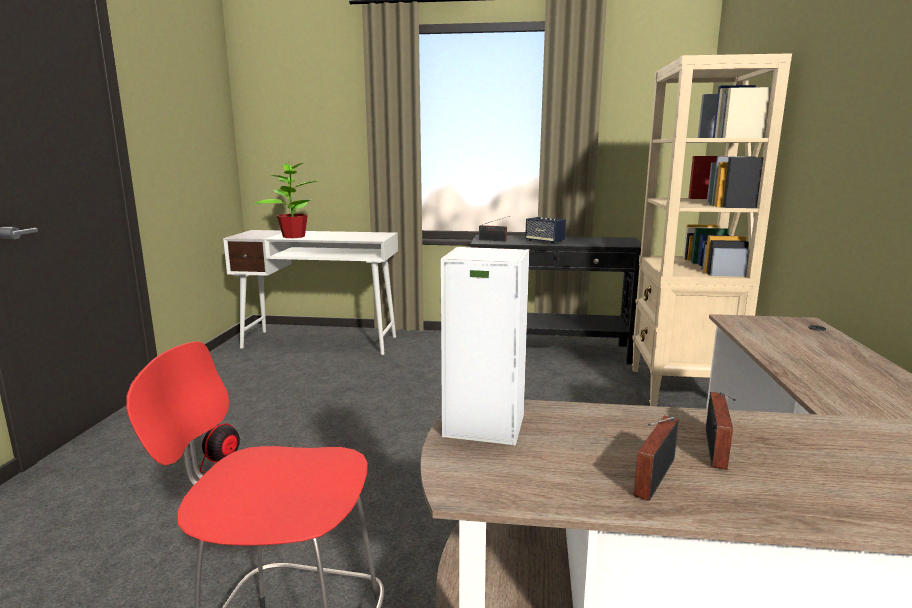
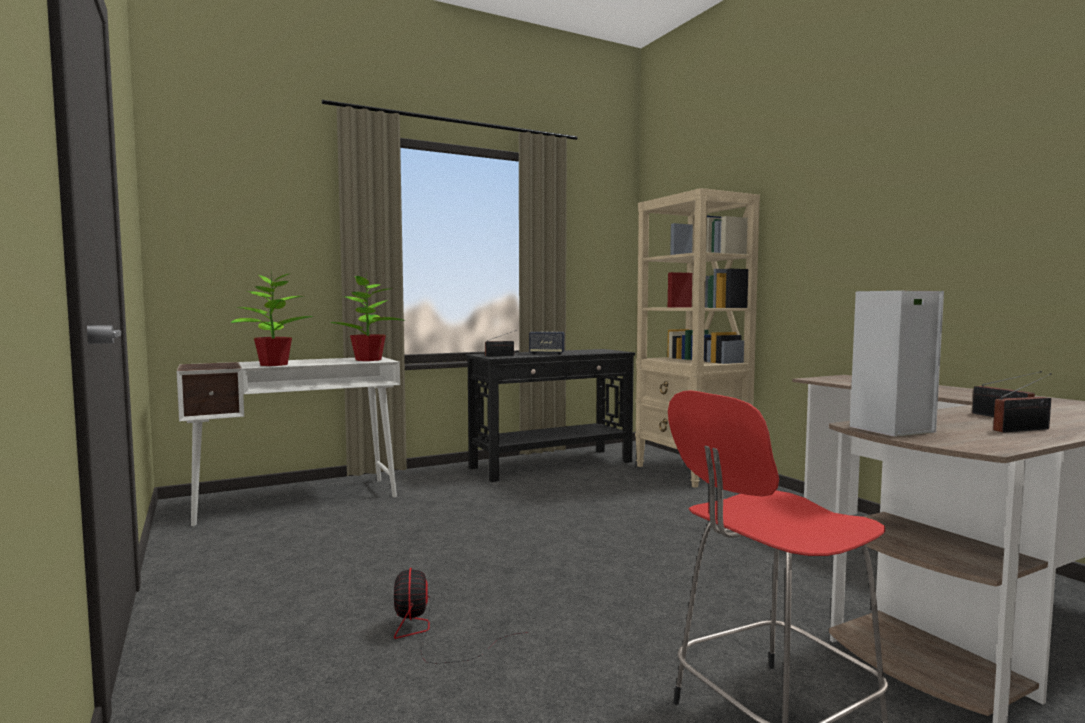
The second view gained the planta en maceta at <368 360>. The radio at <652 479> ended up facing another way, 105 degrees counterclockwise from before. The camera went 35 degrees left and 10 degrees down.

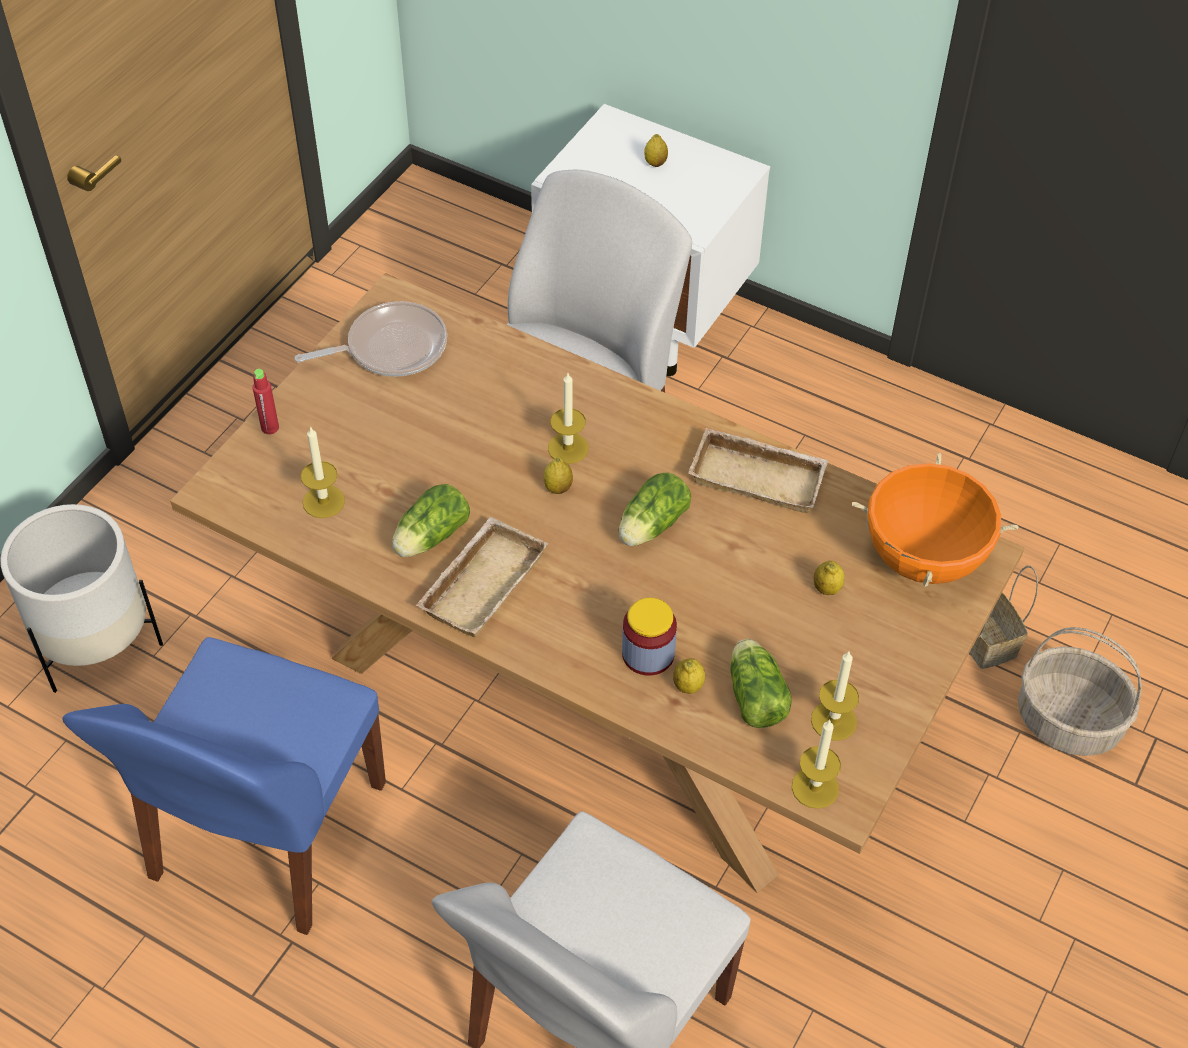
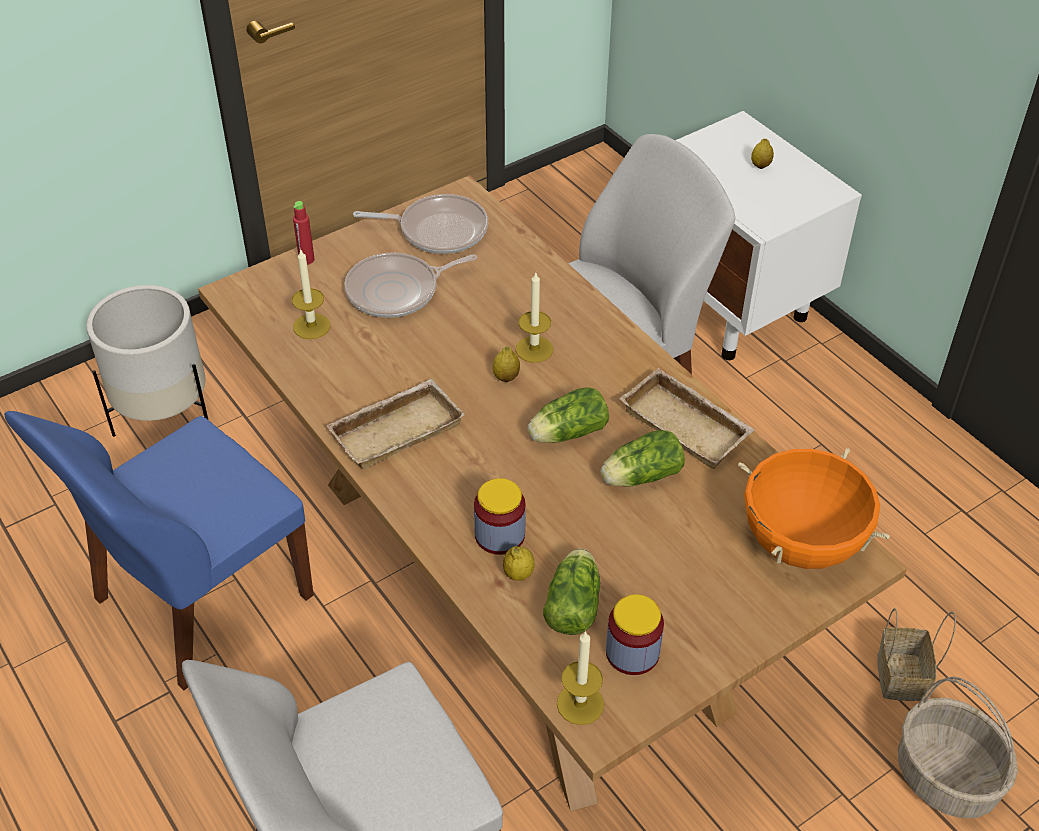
The second view gained the sartén at <397 291>. The lechuga ended up elsewhere, having gone from <429 538> to <639 476>. Where the vela stood at <833 720>, the tarro came to stand at <632 652>. The second view lost the limón at <827 588>. The camera went 25 degrees right and 5 degrees down.

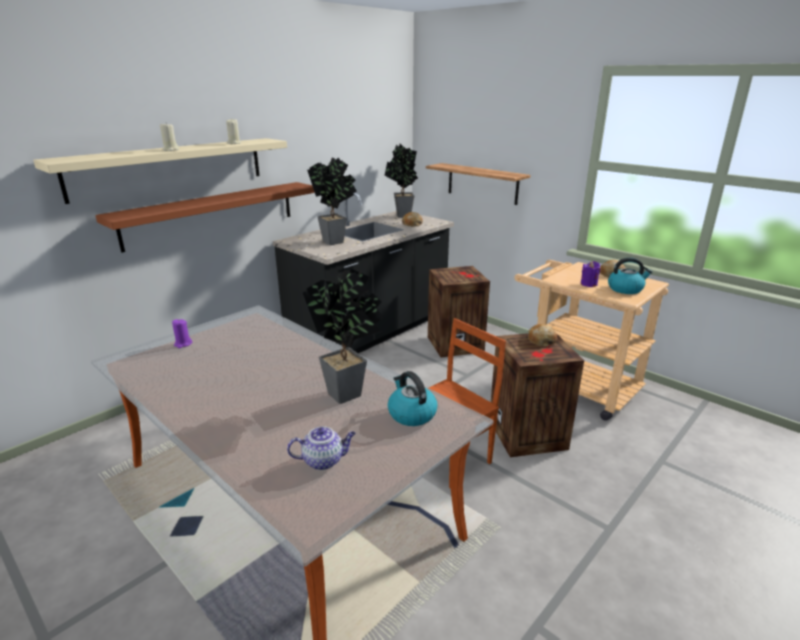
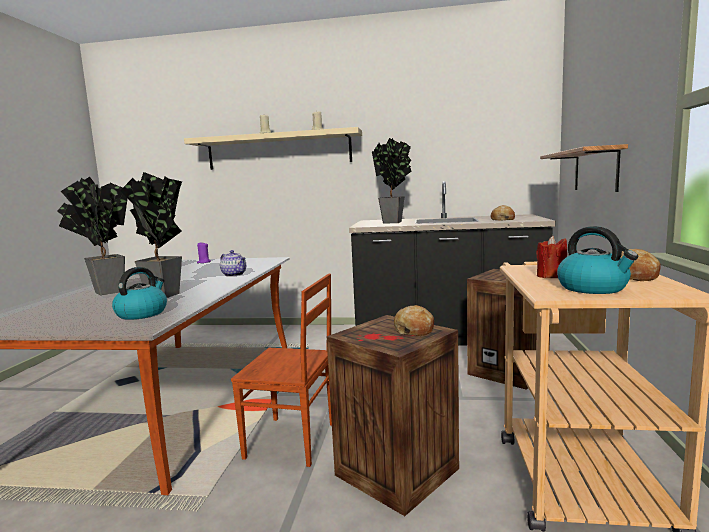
The planta en maceta ended up elsewhere, having gone from <402 216> to <104 292>. The tetera ended up elsewhere, having gone from <324 460> to <234 275>. What was the vela/morado at <588 284> turned into the vela/rojo at <551 276>. The second view lost the estante/marrón at <212 214>. The camera went 55 degrees right and 15 degrees down.

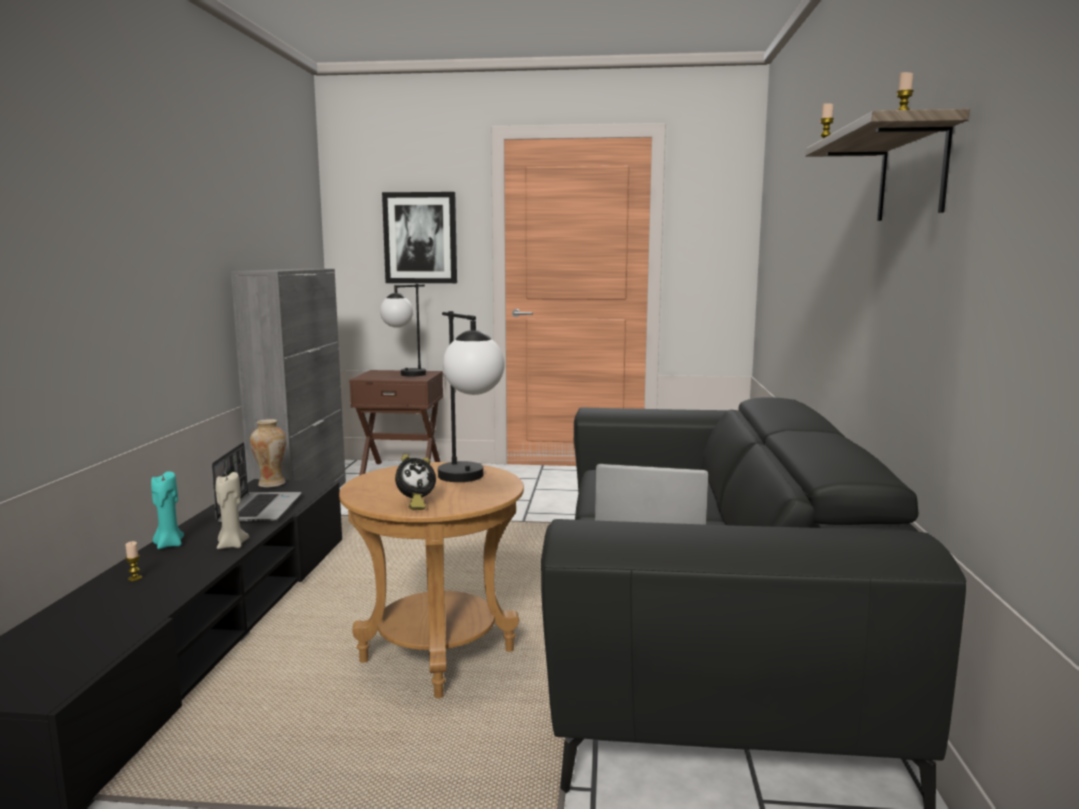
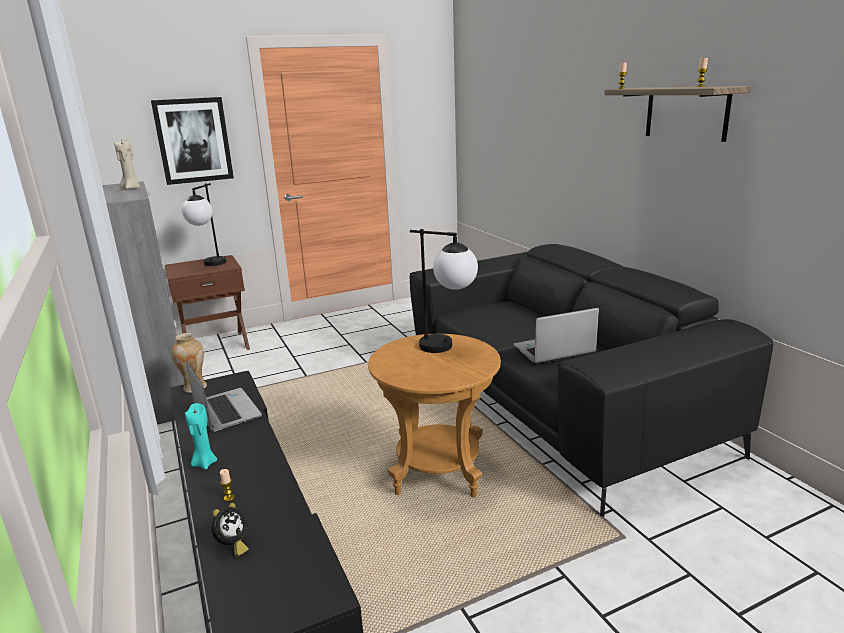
The vela/beis ended up elsewhere, having gone from <231 545> to <131 188>. The despertador ended up elsewhere, having gone from <415 504> to <233 546>. The camera went 30 degrees left and 10 degrees up.

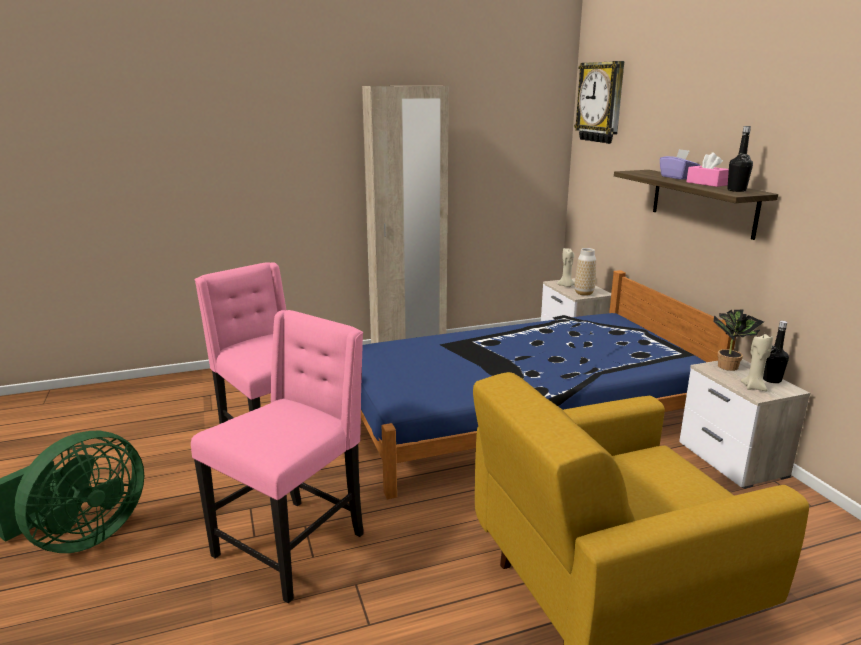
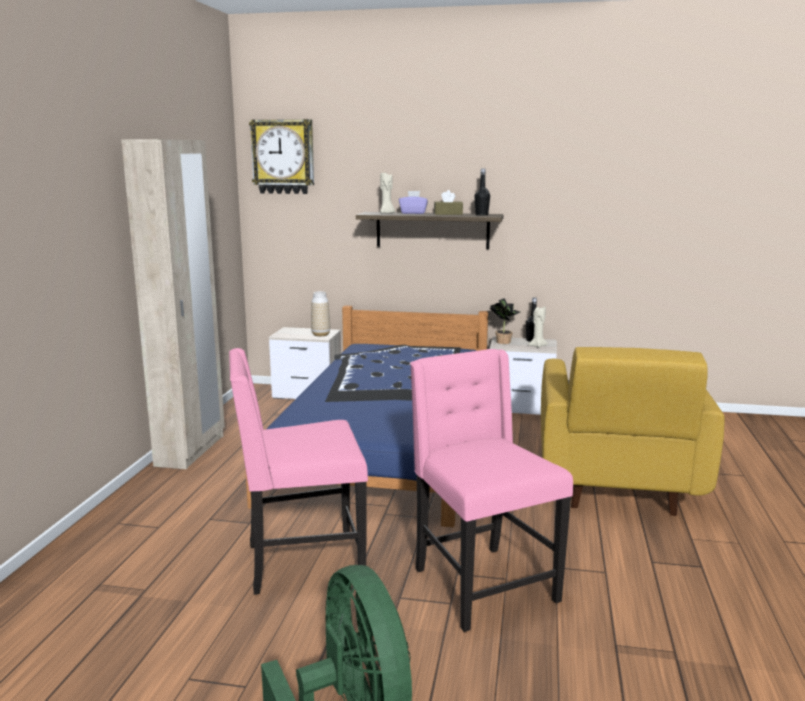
The vela/beis ended up elsewhere, having gone from <566 286> to <387 213>. What was the caja de pañuelos/rosa at <707 183> turned into the caja de pañuelos/marrón at <448 214>. The camera went 60 degrees left and 5 degrees down.

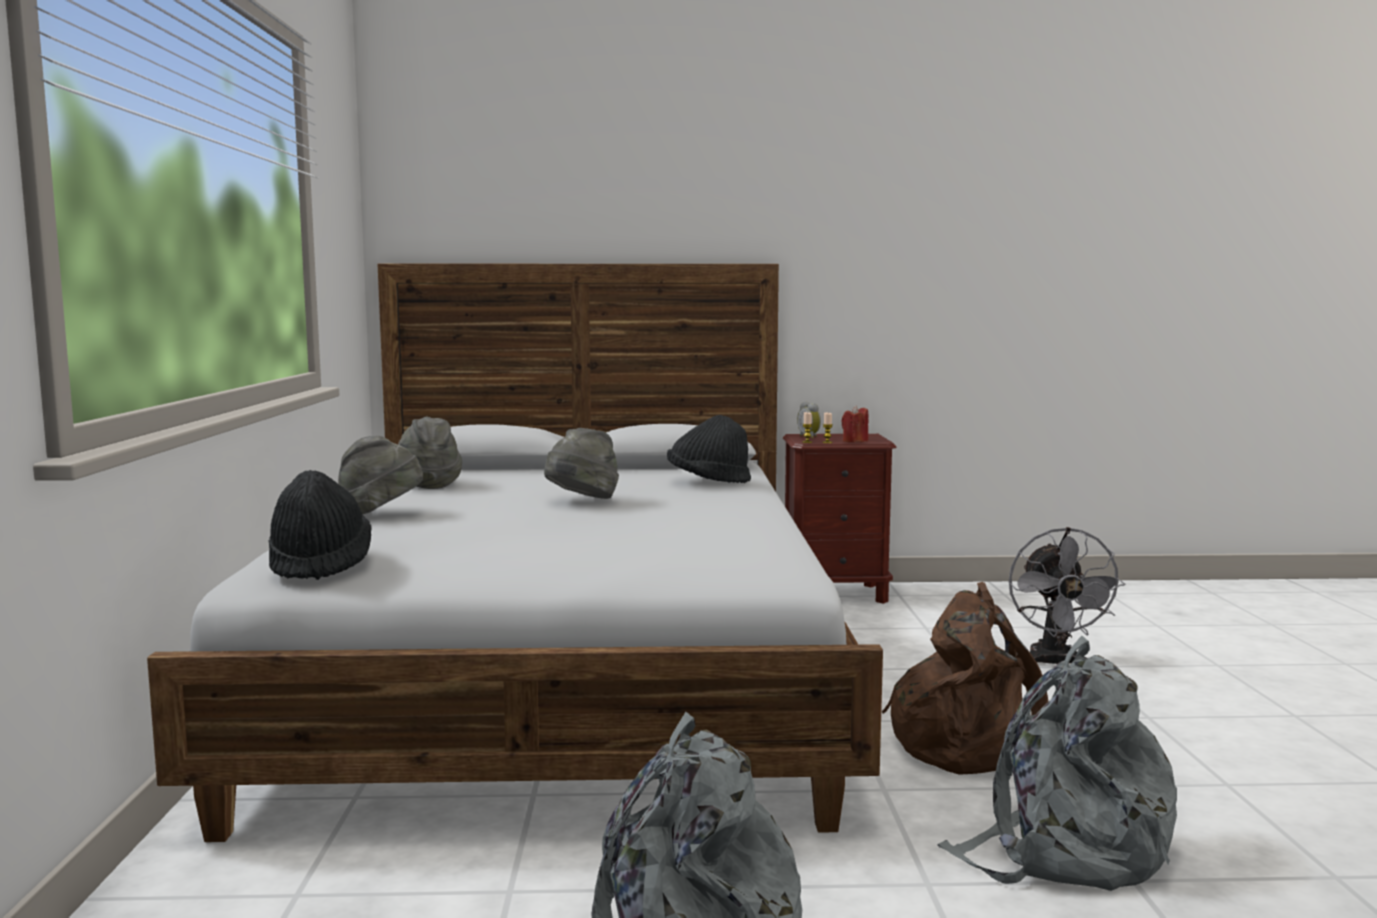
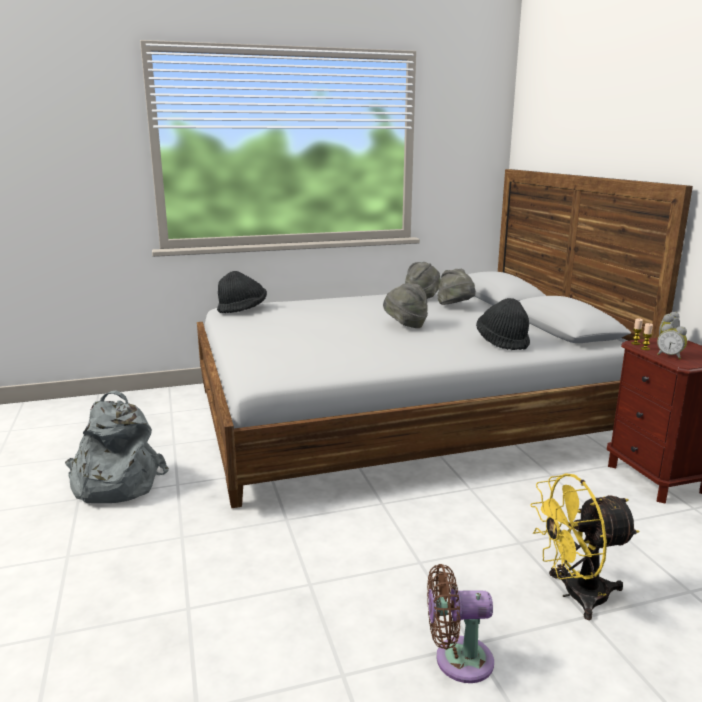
The second view gained the ventilador/marrón at <457 660>. The sombrero/gris ended up elsewhere, having gone from <381 514> to <456 307>. What was the ventilador/gris at <1055 664> turned into the ventilador/amarillo at <575 595>. Where the vela/rojo stood at <855 441>, the despertador came to stand at <670 356>. The second view lost the mochila/marrón at <969 745>. The second view lost the mochila/gris at <1064 848>. The camera went 75 degrees right and 10 degrees up.

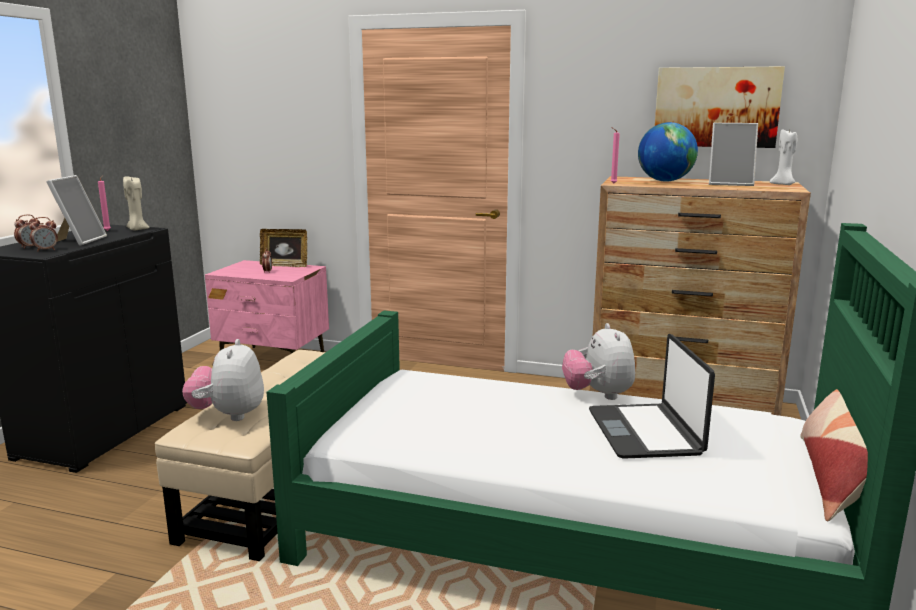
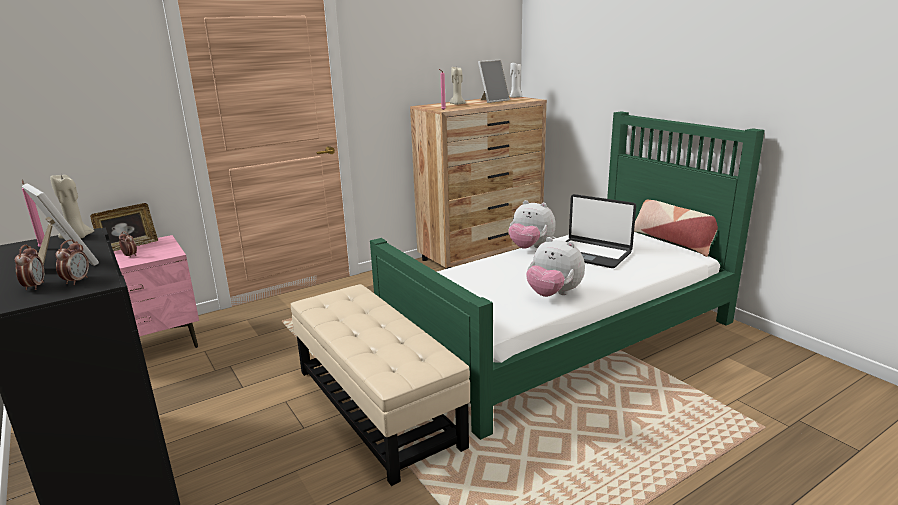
Where the globo terráqueo stood at <665 181>, the vela/beis came to stand at <457 104>. The peluche ended up elsewhere, having gone from <228 415> to <553 294>. The second view lost the cuadro at <716 107>. The camera went 50 degrees left and 5 degrees up.

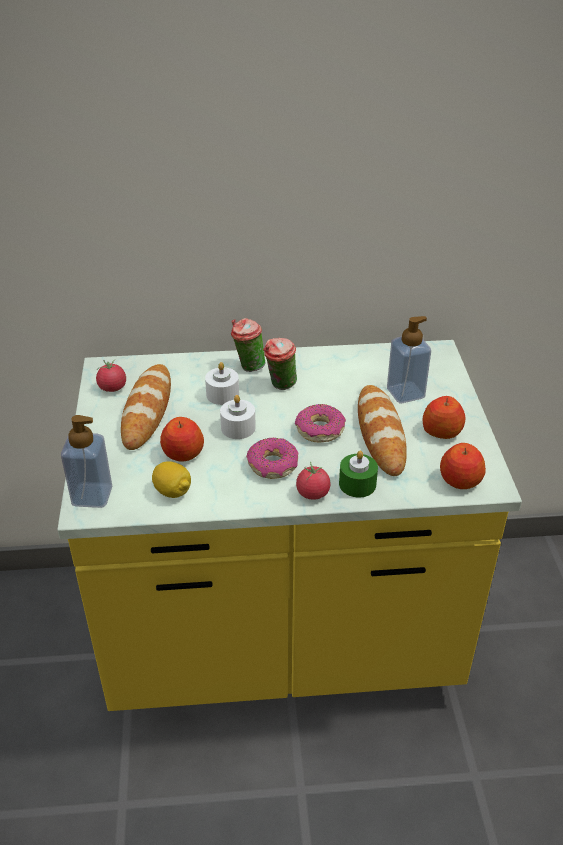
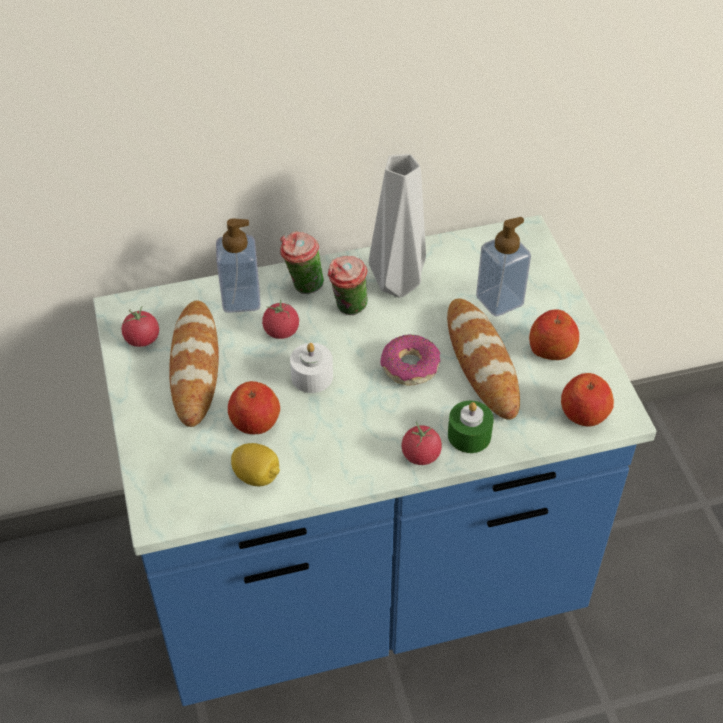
What was the mueble bajo de cocina/amarillo at <281 639> turned into the mueble bajo de cocina/azul at <361 579>. The dispensador de jabón ended up elsewhere, having gone from <92 496> to <241 299>. Where the vela/blanco stood at <222 394>, the tomate came to stand at <281 331>. The second view gained the florero/gris at <400 283>. The second view lost the rosquilla at <272 465>. The camera went 10 degrees left and 10 degrees up.

